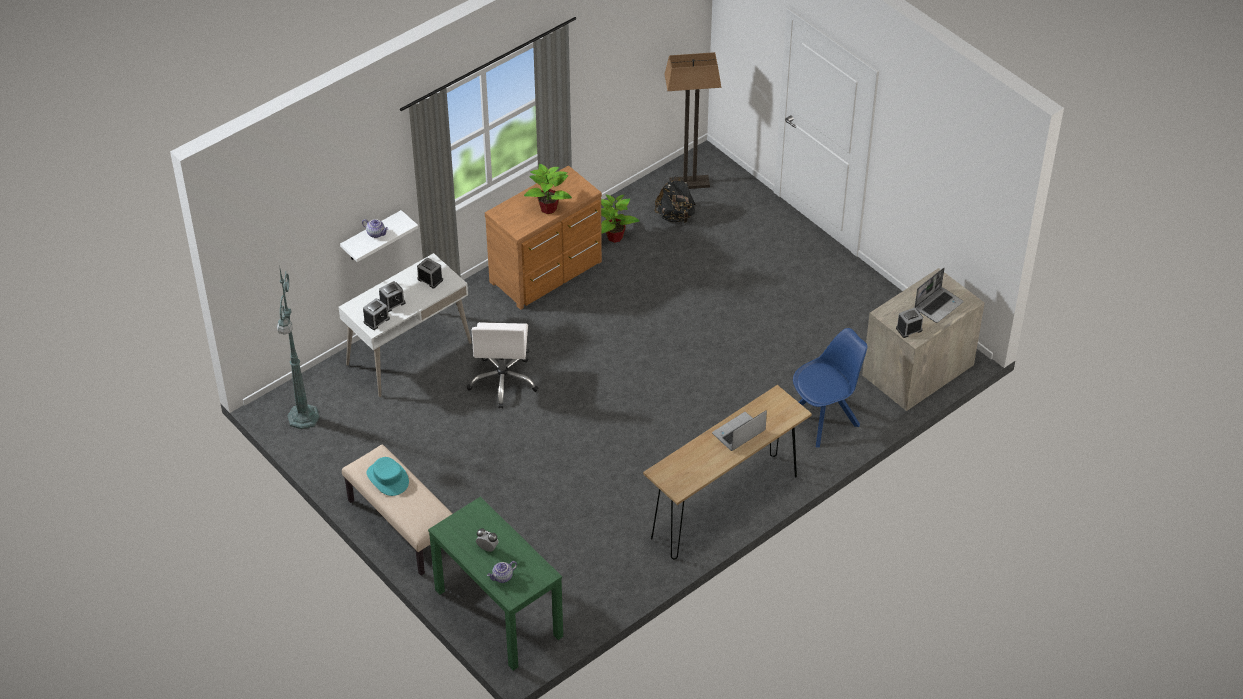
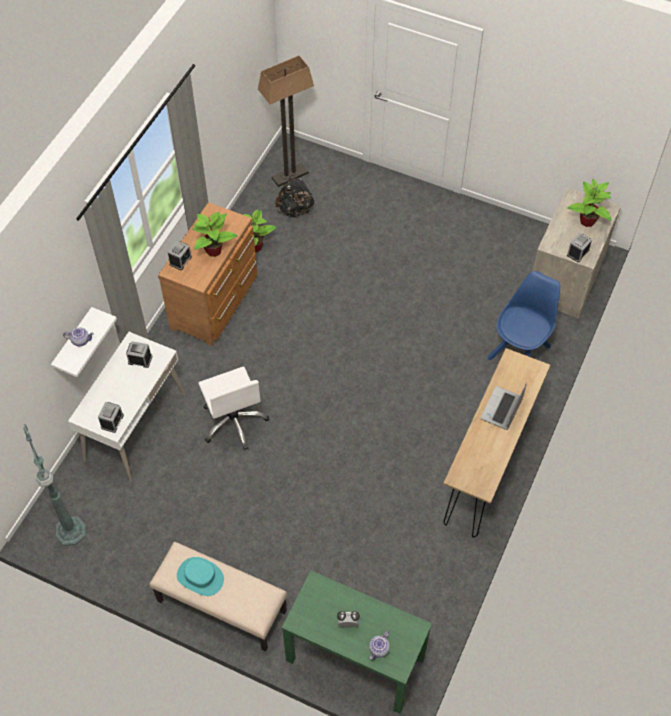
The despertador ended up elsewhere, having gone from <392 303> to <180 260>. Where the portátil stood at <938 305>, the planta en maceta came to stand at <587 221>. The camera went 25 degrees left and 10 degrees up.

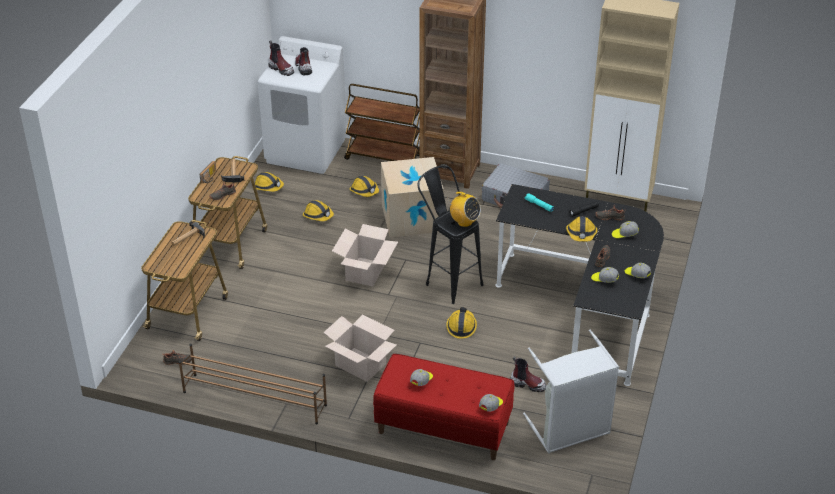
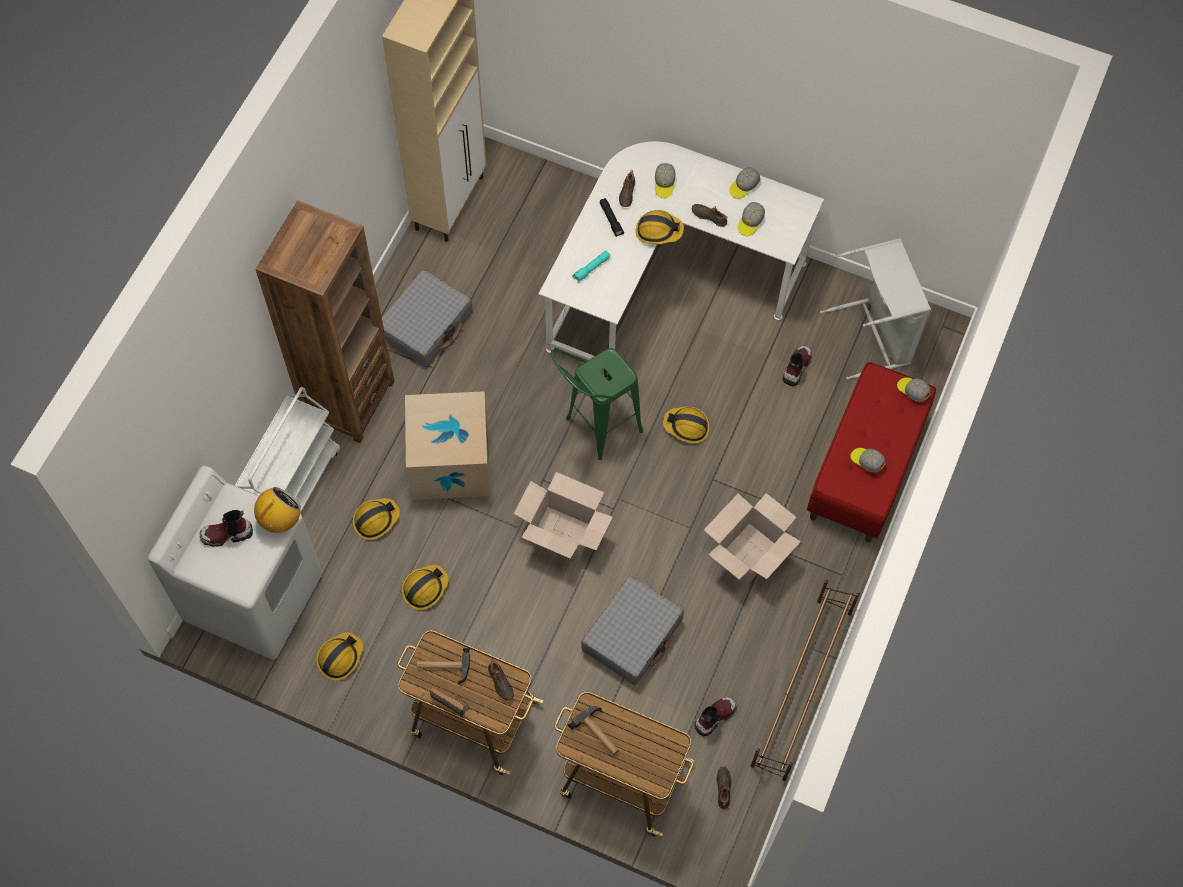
What was the carrito/marrón at <384 157> turned into the carrito/blanco at <294 485>. The radio ended up elsewhere, having gone from <464 222> to <280 520>. What was the escritorio/negro at <586 307> turned into the escritorio/blanco at <665 280>. What was the taburete/negro at <448 281> turned into the taburete/verde at <594 431>. The second view gained the maleta/gris at <632 635>. The bota ended up elsewhere, having gone from <281 69> to <715 716>. The camera went 85 degrees left and 25 degrees up.

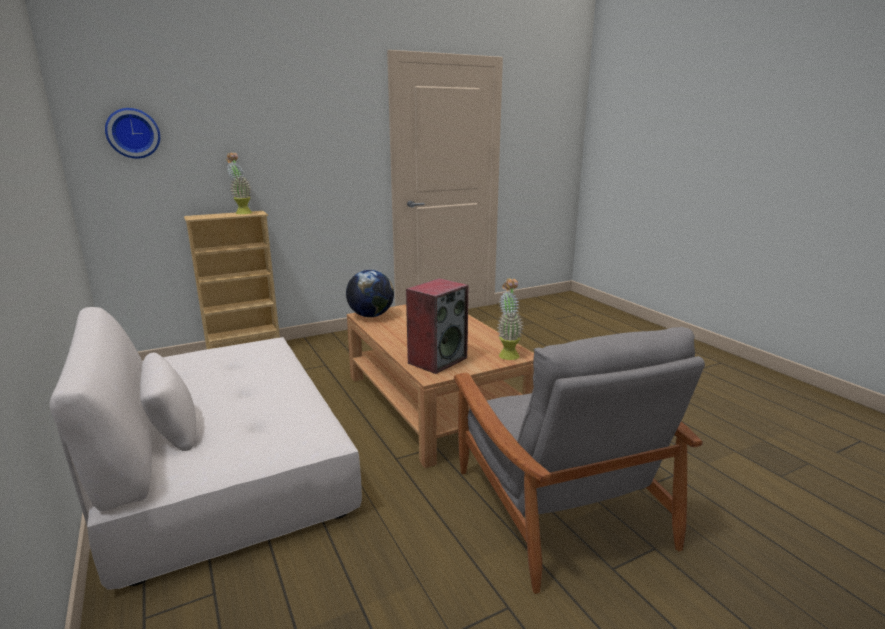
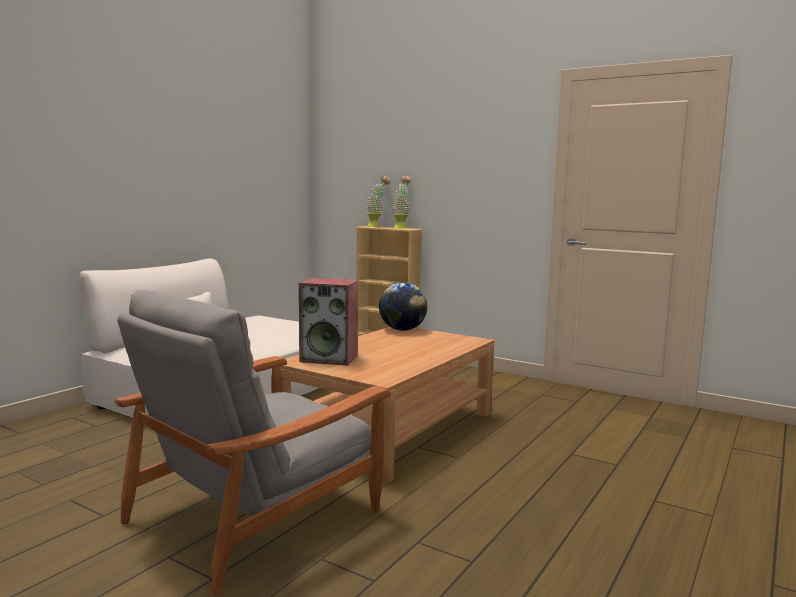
The planta en maceta ended up elsewhere, having gone from <508 353> to <377 226>. The second view lost the reloj de pared at <133 133>. The camera went 60 degrees right and 10 degrees down.

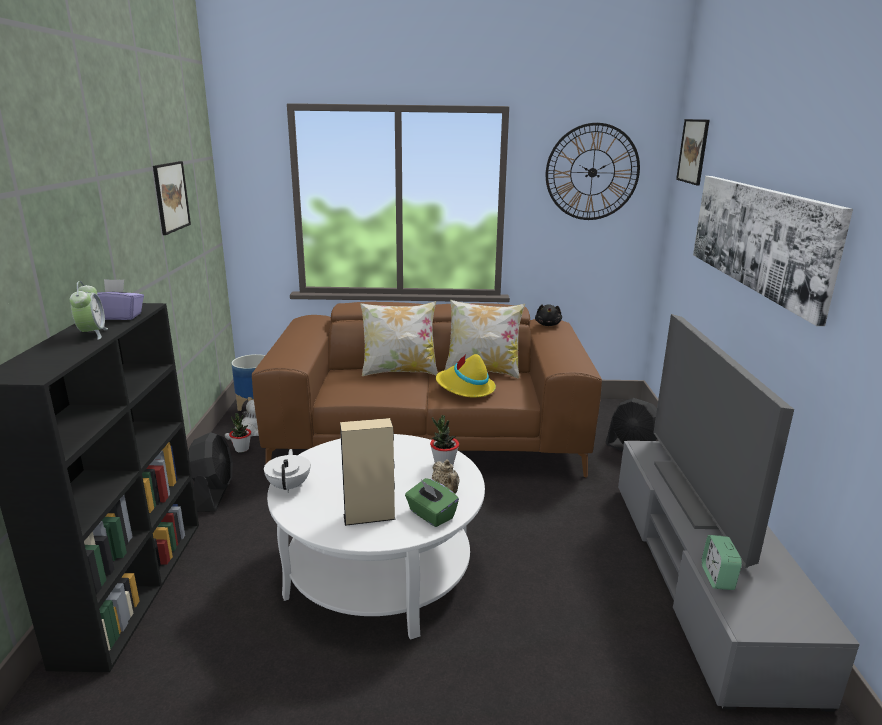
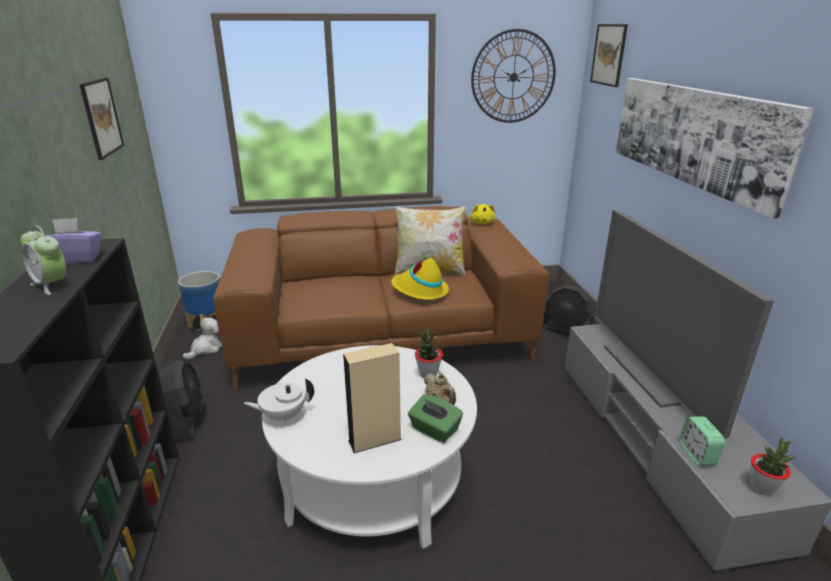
The despertador at <92 334> ended up facing another way, 150 degrees clockwise from before. The tetera/blanco at <289 486> ended up facing another way, 90 degrees counterclockwise from before. What was the peluche/negro at <548 325> turned into the peluche/amarillo at <482 223>. The planta en maceta ended up elsewhere, having gone from <242 449> to <762 487>. The second view lost the cojín at <399 371>. The camera went 10 degrees left and 5 degrees up.

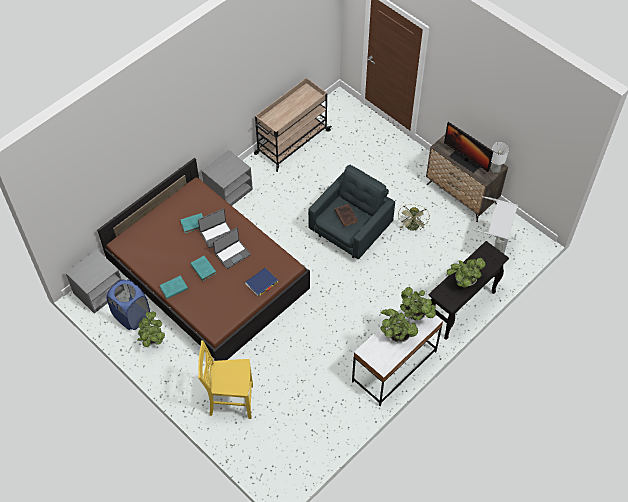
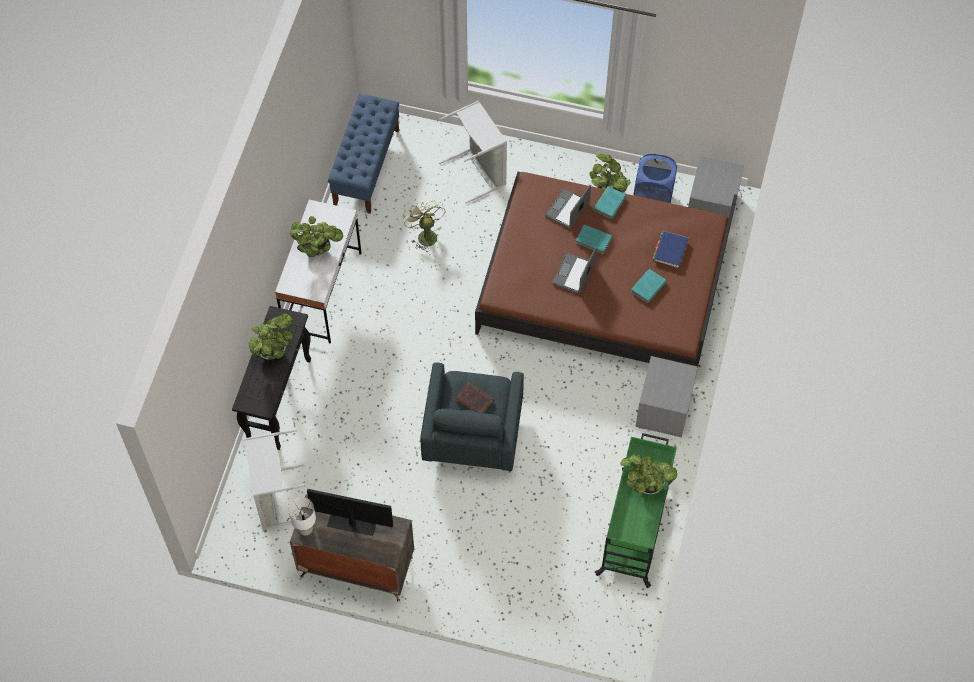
The second view gained the banco/azul at <366 167>. The ventilador/verde ended up elsewhere, having gone from <412 227> to <425 234>. Where the silla/amarillo stood at <230 401>, the cesto de la ropa/gris came to stand at <479 171>. The portátil ended up elsewhere, having gone from <217 234> to <568 209>. What was the carrito/beis at <291 143> turned into the carrito/verde at <635 526>. The planta en maceta ended up elsewhere, having gone from <416 315> to <646 484>. The libro/azul ended up elsewhere, having gone from <262 283> to <670 250>. The camera went 150 degrees right and 5 degrees up.

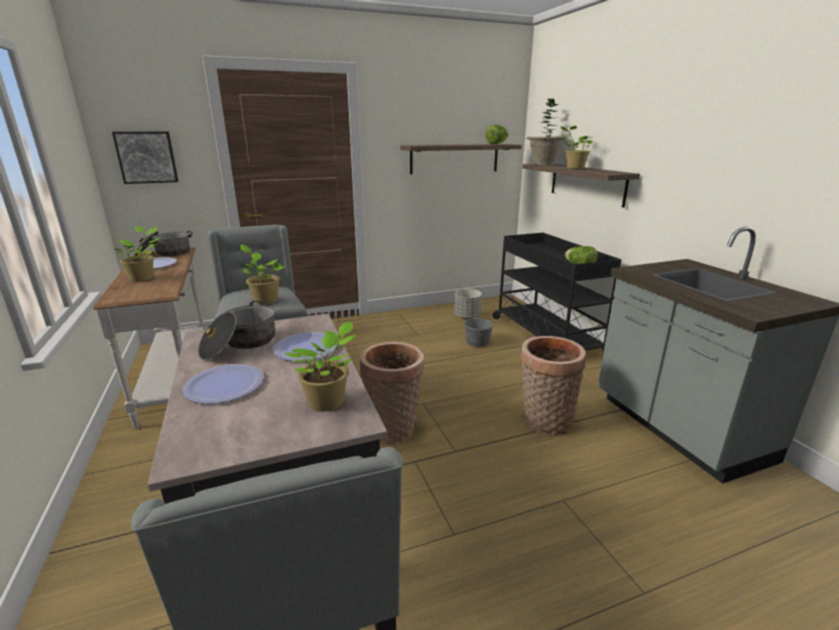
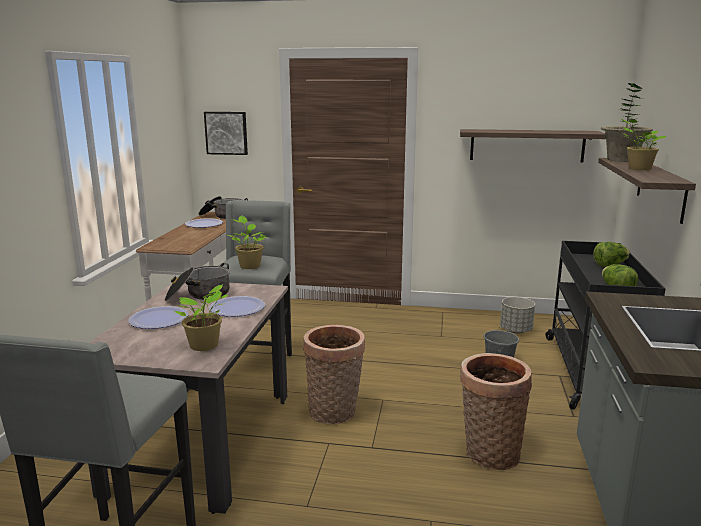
The lechuga ended up elsewhere, having gone from <496 144> to <610 265>. The second view lost the planta en maceta at <143 278>. The camera went 30 degrees right and 5 degrees down.

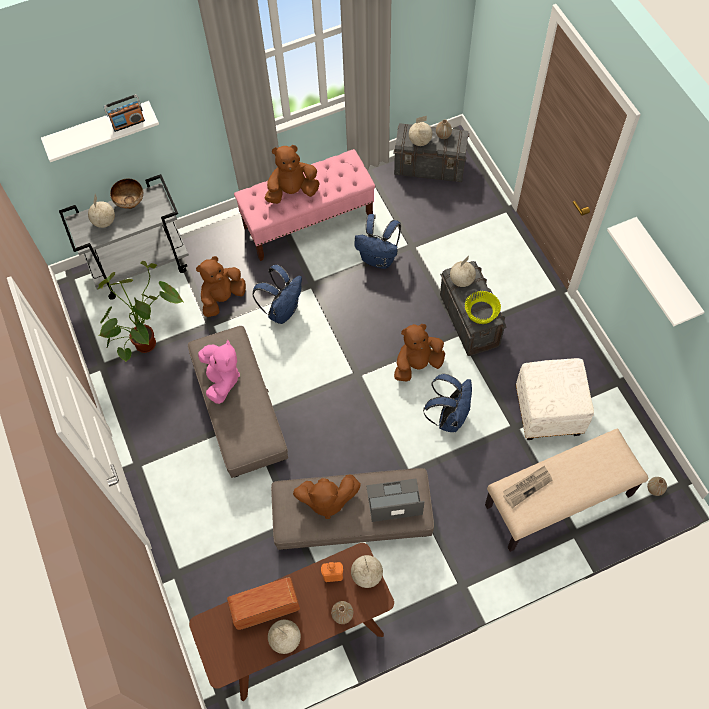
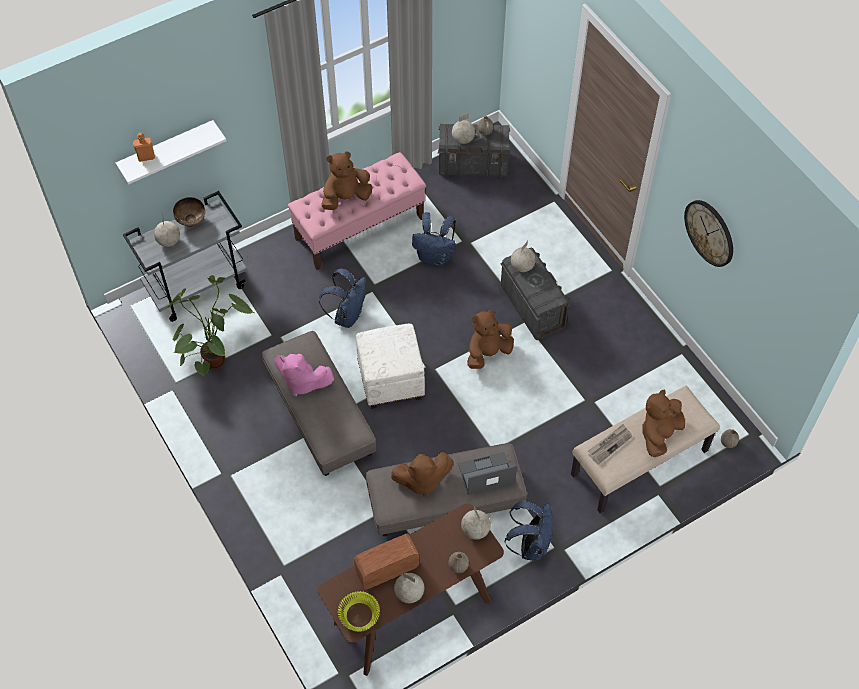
The botella/naranja ended up elsewhere, having gone from <333 575> to <146 157>. The peluche/rosa at <221 379> ended up facing another way, 135 degrees clockwise from before. The cuenco/amarillo ended up elsewhere, having gone from <480 311> to <358 615>. The puf/blanco ended up elsewhere, having gone from <549 413> to <391 382>. The mochila/azul ended up elsewhere, having gone from <449 417> to <530 545>. The peluche/marrón ended up elsewhere, having gone from <222 298> to <659 434>. Where the estante/blanco hung at <664 273>, the reloj de pared came to hang at <709 232>. The second view lost the radio at <128 123>. The camera went 10 degrees left and 5 degrees down.

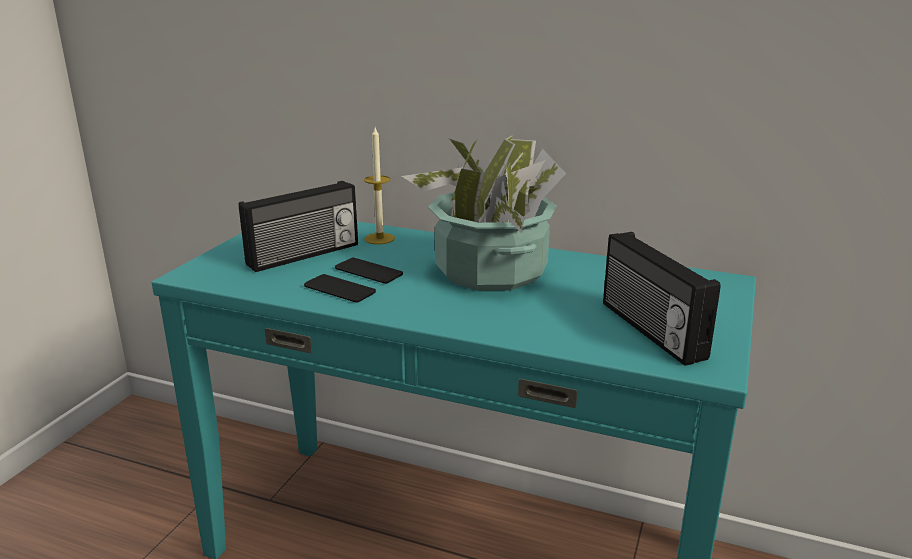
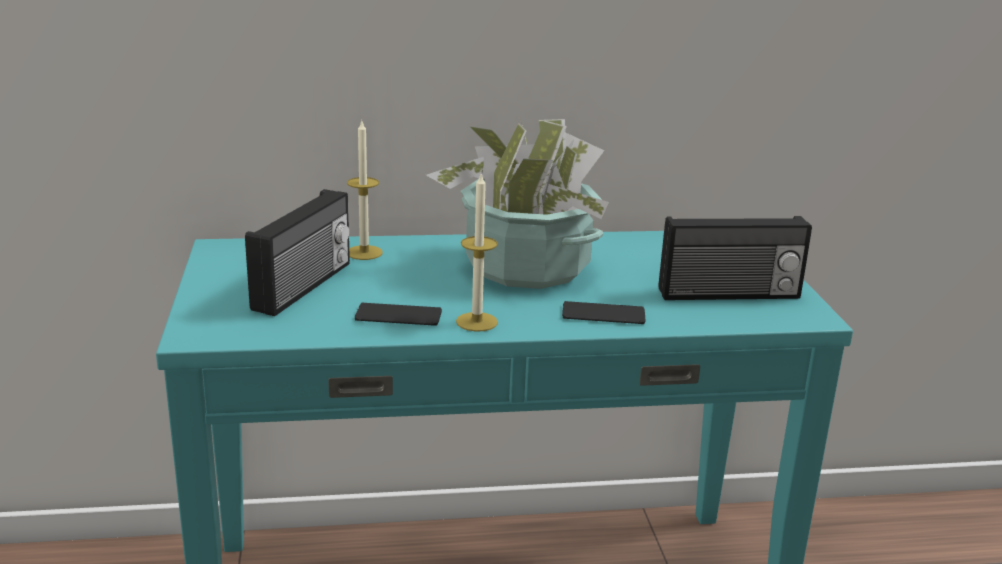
The second view gained the vela at <476 322>. The móvil ended up elsewhere, having gone from <368 271> to <603 314>. The radio at <649 330> ended up facing another way, 45 degrees counterclockwise from before. The camera went 30 degrees left and 0 degrees up.

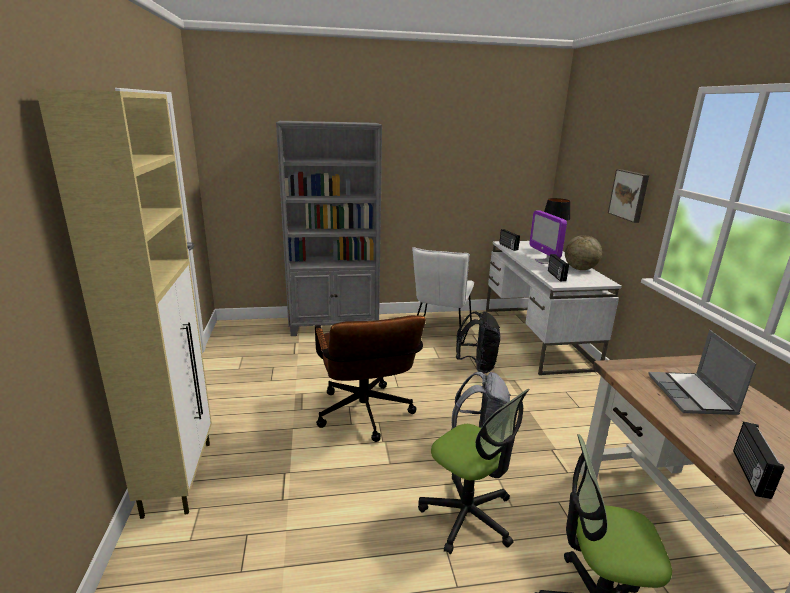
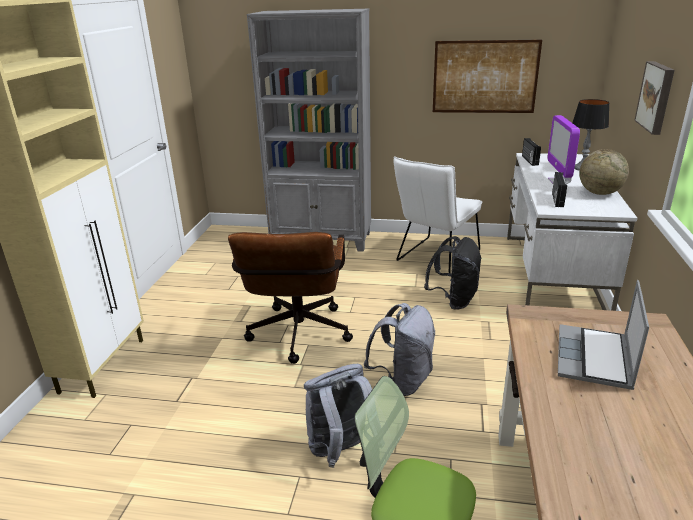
Where the silla de oficina stood at <468 516>, the mochila/gris came to stand at <341 452>. The second view gained the cuadro at <485 77>. The second view lost the radio at <749 473>. The camera went 20 degrees right and 5 degrees up.

